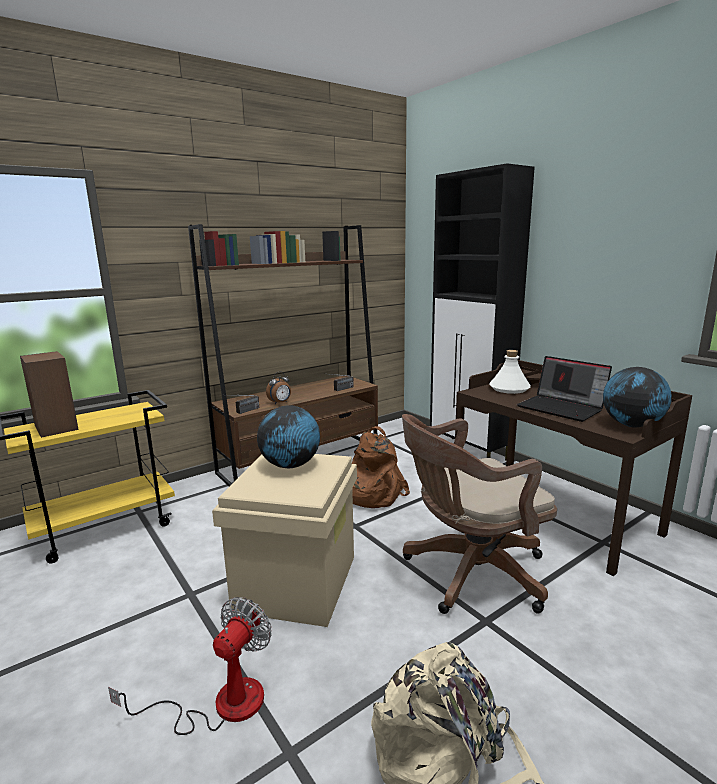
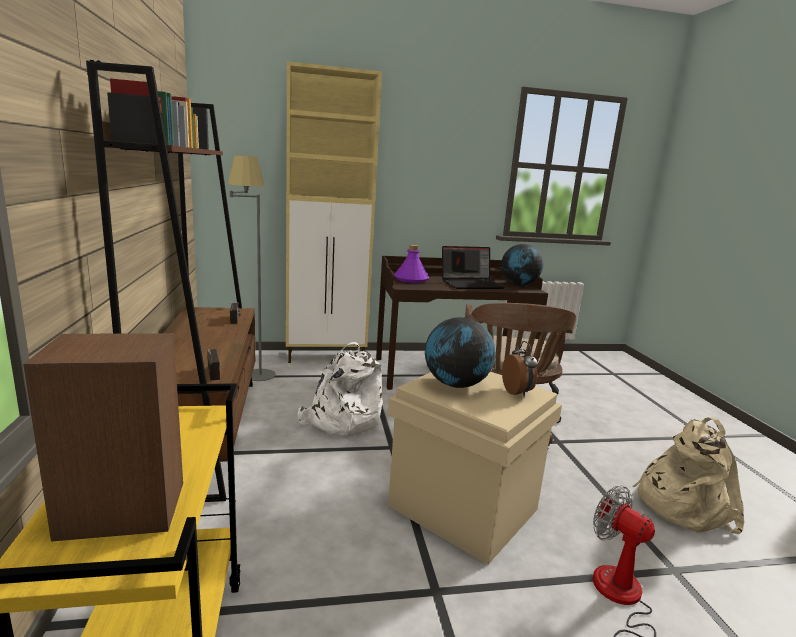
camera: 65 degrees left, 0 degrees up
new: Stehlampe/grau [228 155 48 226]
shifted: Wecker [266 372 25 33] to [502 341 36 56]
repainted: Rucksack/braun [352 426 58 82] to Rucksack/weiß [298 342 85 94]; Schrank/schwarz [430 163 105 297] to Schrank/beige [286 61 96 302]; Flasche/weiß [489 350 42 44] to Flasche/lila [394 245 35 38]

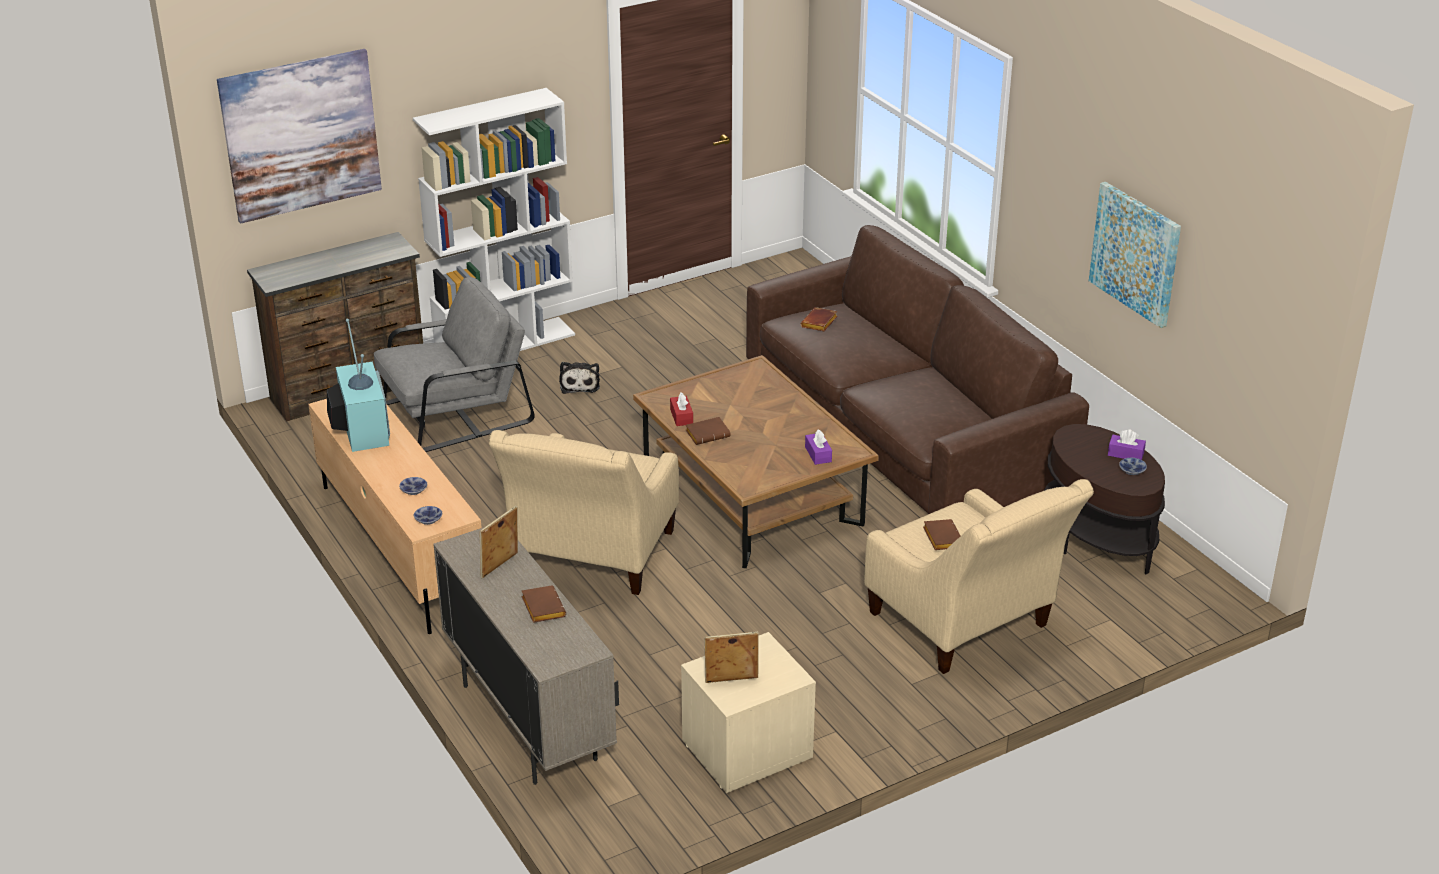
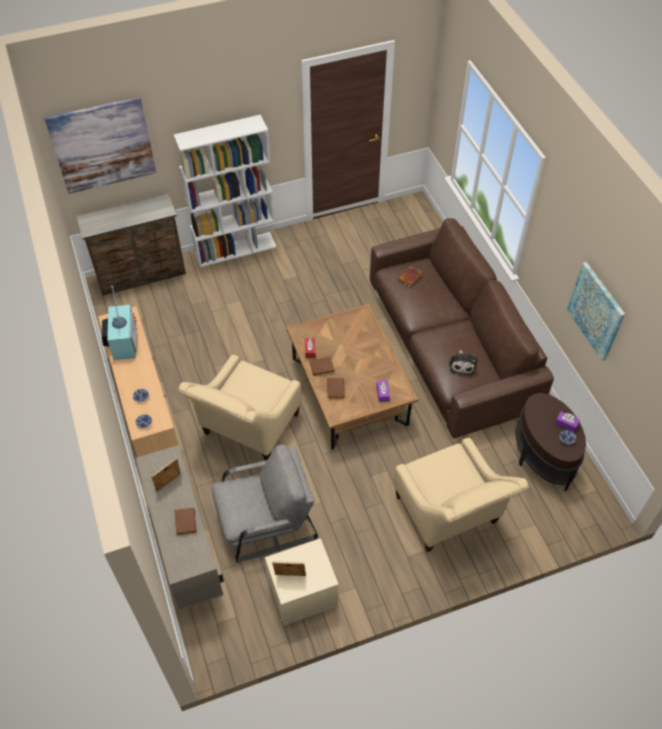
camera: 10 degrees right, 20 degrees up
shifted: Sessel/grau [374 277 161 175] to [212 445 106 118]; Plüschtier [559 362 41 32] to [449 350 28 25]; Buch/braun [923 519 37 31] to [327 378 18 20]

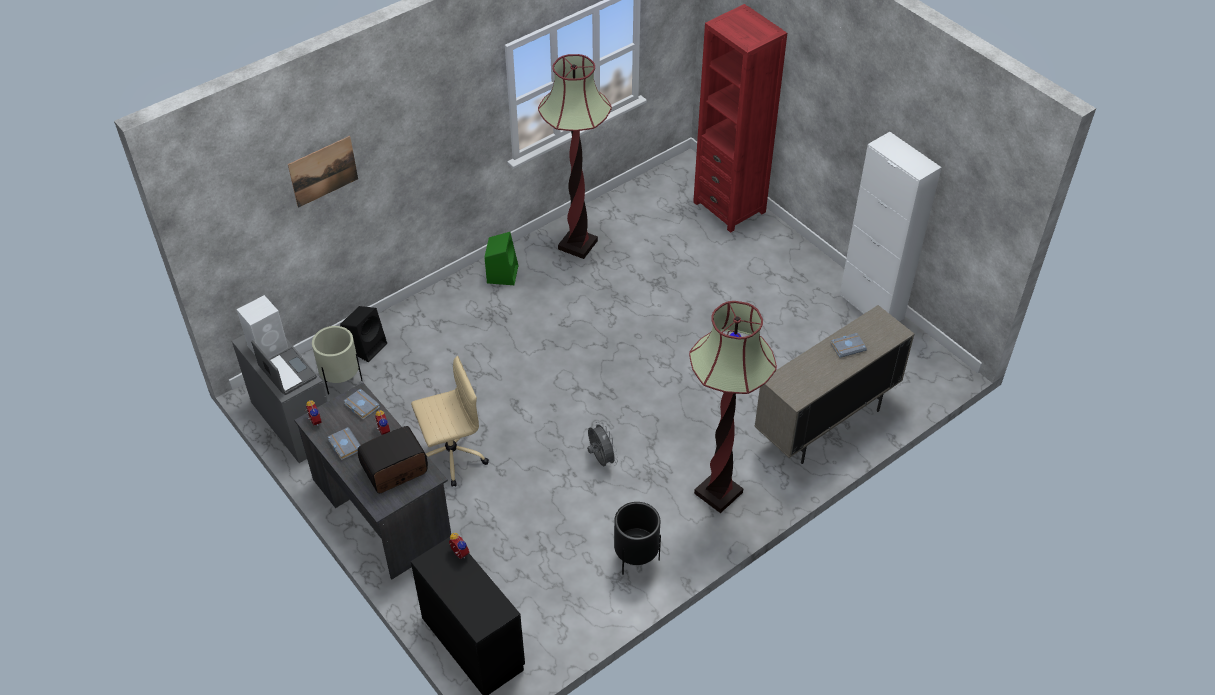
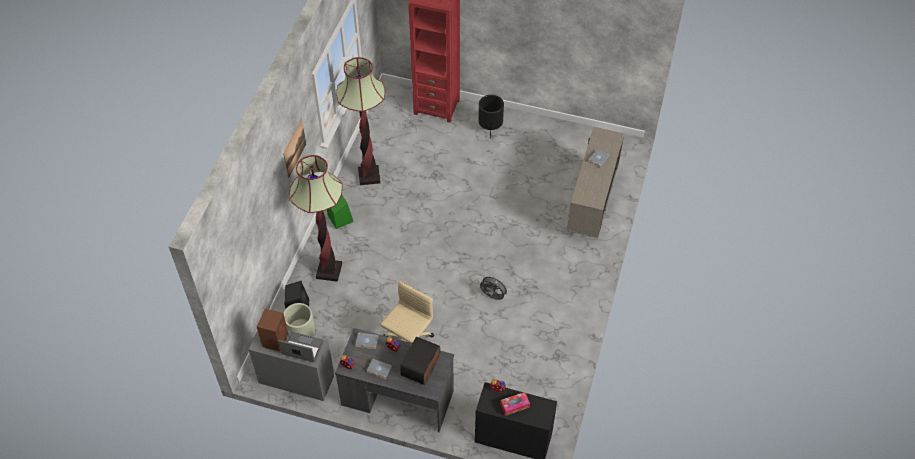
camera: 35 degrees left, 5 degrees up
gone: Schrank/weiß [840 132 102 190]
new: Taschentuchbox [500 392 30 24]
shifted: Bild [288 136 70 72] to [283 119 23 60]; Pflanzkübel/schwarz [614 502 47 72] to [478 95 26 44]; Stehlampe [689 301 88 212] to [289 155 53 127]
repainted: Lautsprecher/weiß [237 295 51 63] to Lautsprecher/braun [257 309 31 43]

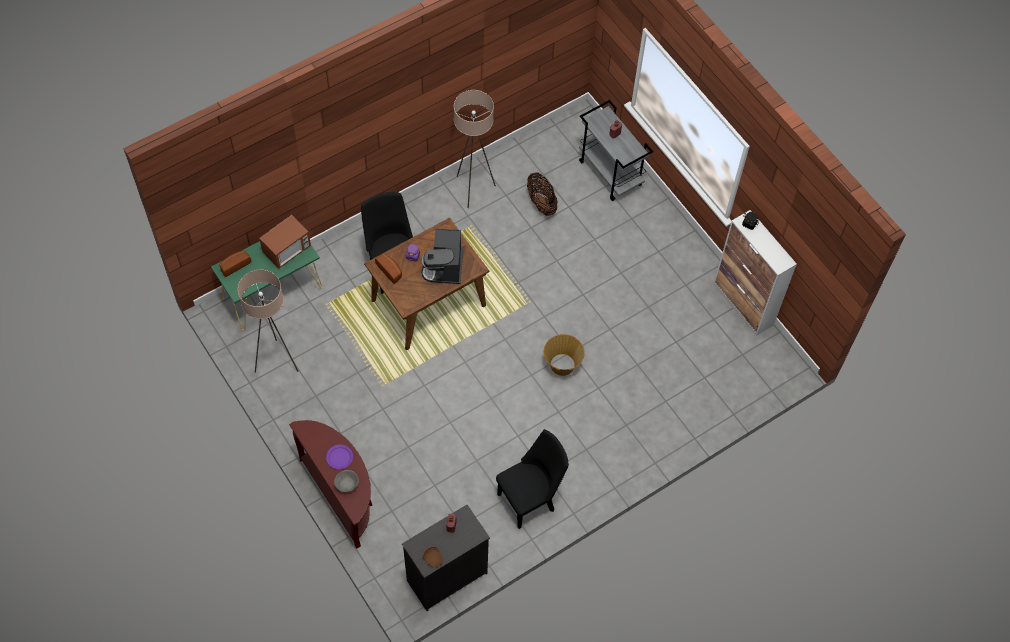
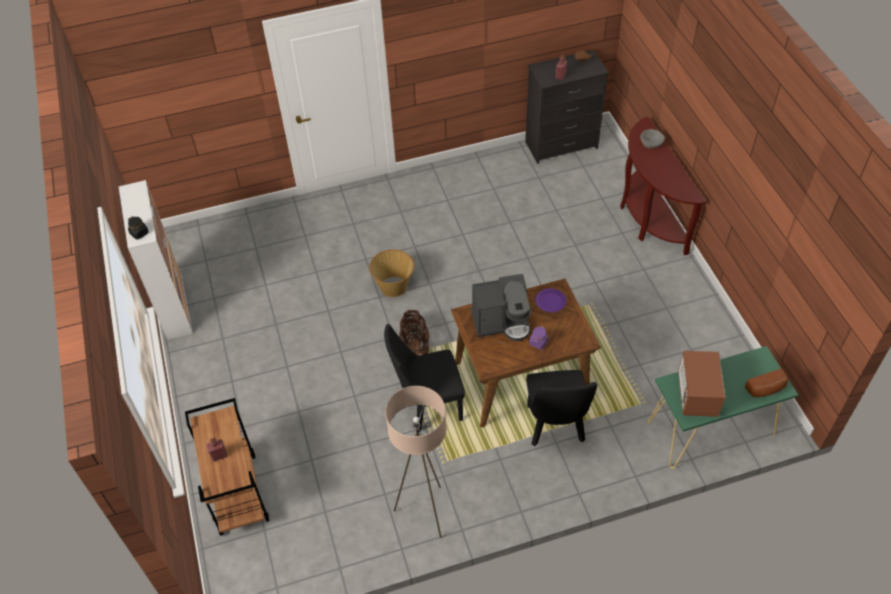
camera: 160 degrees left, 10 degrees down
gone: Stehlampe/beige [238 270 61 103]; Brot [375 254 27 30]
shifted: Teller/lila [326 445 27 24] to [536 288 30 24]; Stuhl/schwarz [496 429 73 100] to [384 324 81 109]; Korb [527 173 31 43] to [399 310 30 46]
repainted: Rollwagen/grau [579 100 74 101] to Rollwagen/braun [185 398 84 138]
rotated: Mikrowelle [259 215 52 53] = [678 351 47 66] 60 degrees counterclockwise; Kaffeemaschine [421 228 43 56] = [471 274 60 67] 60 degrees clockwise

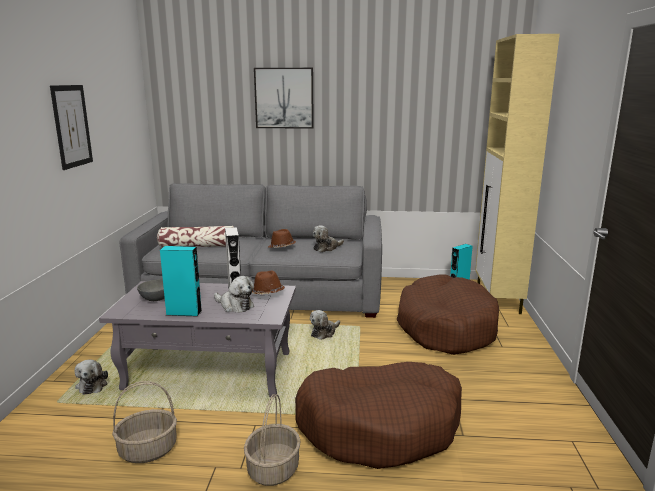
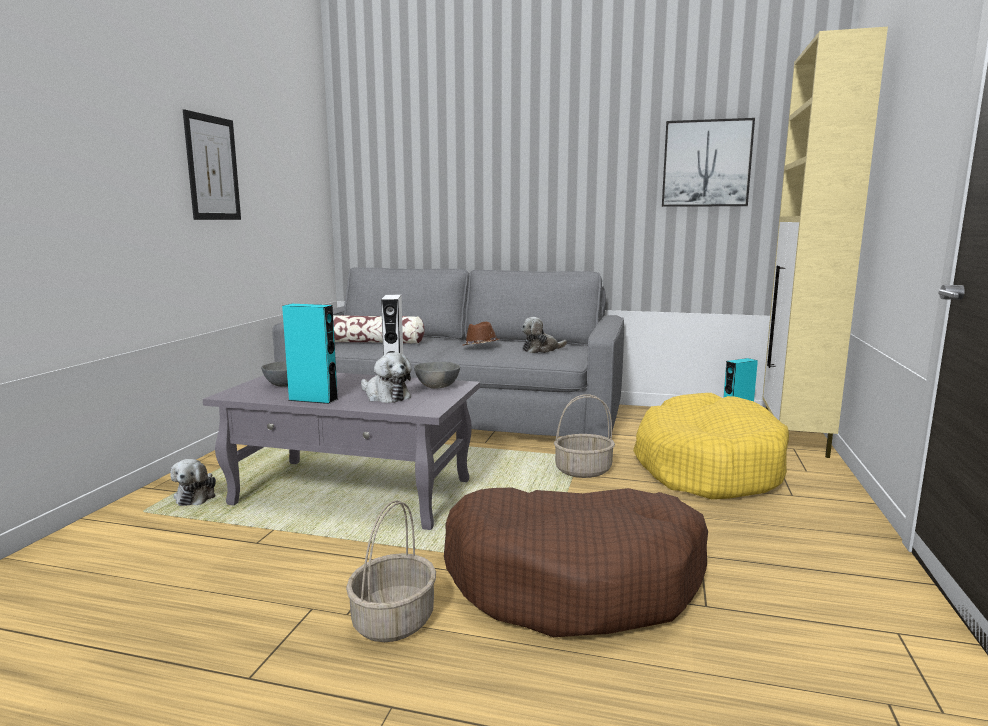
camera: 10 degrees right, 5 degrees down
gone: Plüschtier [310 310 30 30]
shifted: Korb [112 381 65 82] to [554 394 61 84]; Bild [254 68 60 61] to [662 118 93 89]
swapped: Hut/braun [252 270 33 25] to Schüssel/grau [414 362 46 27]
repainted: Hundebett/braun [397 274 102 81] to Hundebett/gelb [633 393 156 106]

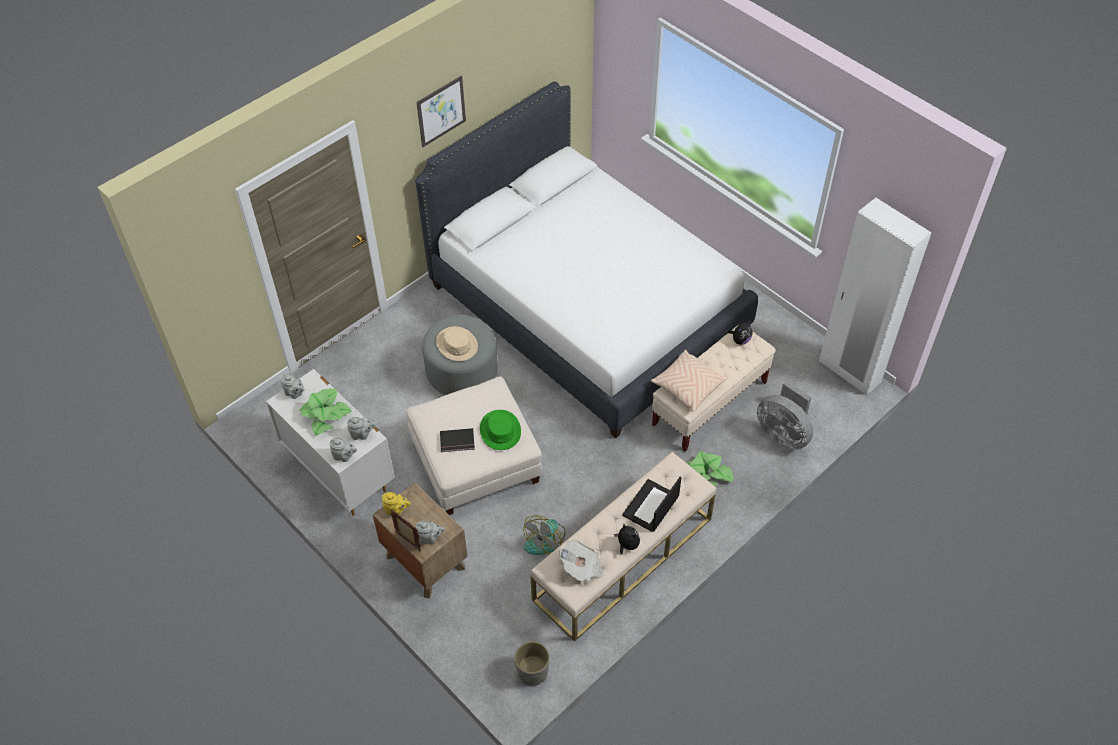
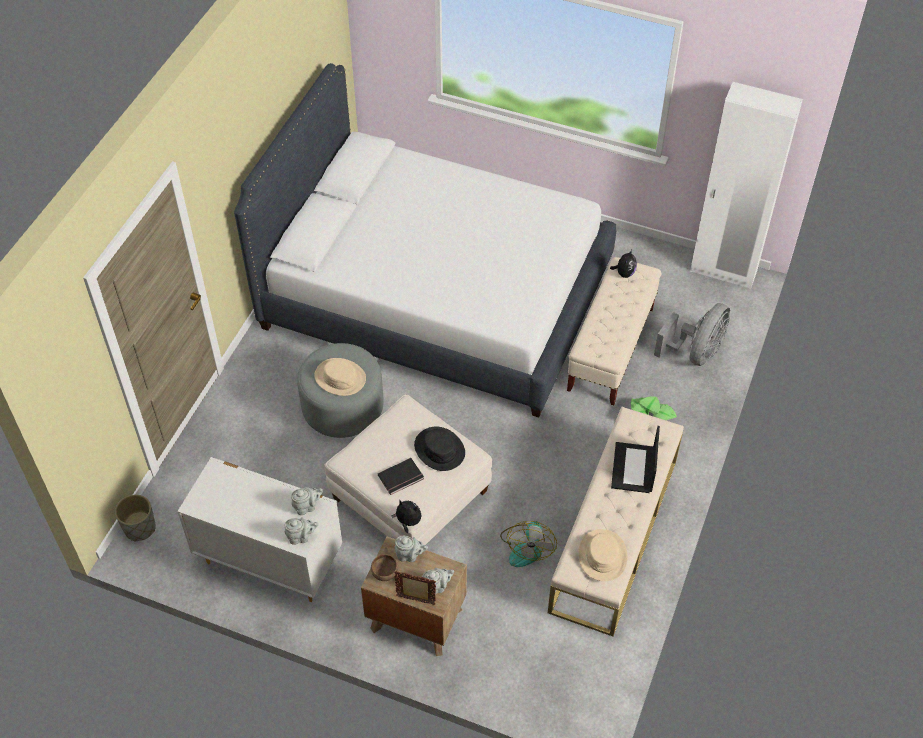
camera: 25 degrees left, 0 degrees up
gone: Topfpflanze [300 388 52 48]; Bild [416 76 50 71]; Kissen/beige [651 350 76 62]
shifted: Teekanne/grau [281 374 24 25] to [394 536 34 26]; Pflanzkübel/grau [515 641 34 45] to [115 495 41 47]; Plüschtier [614 524 26 31] to [392 499 30 34]
swapped: Teekanne/gelb [382 492 29 23] to Schüssel/braun [371 554 27 27]; Zeitung [559 540 45 41] to Hut/beige [578 529 49 52]
repainted: Hut/grün [480 410 41 40] to Hut/schwarz [414 427 51 44]
rotated: Ventilator/grau [757 381 56 68] = [654 303 76 63] 75 degrees counterclockwise

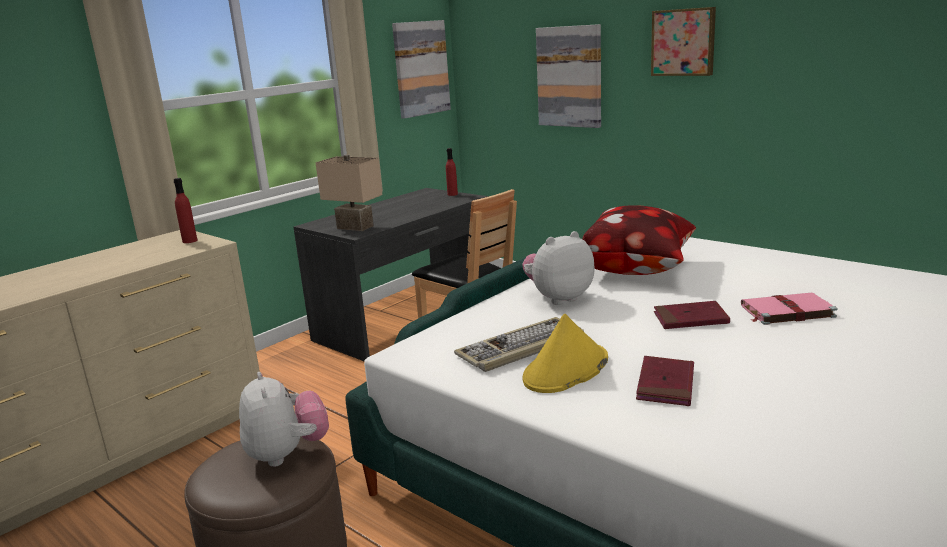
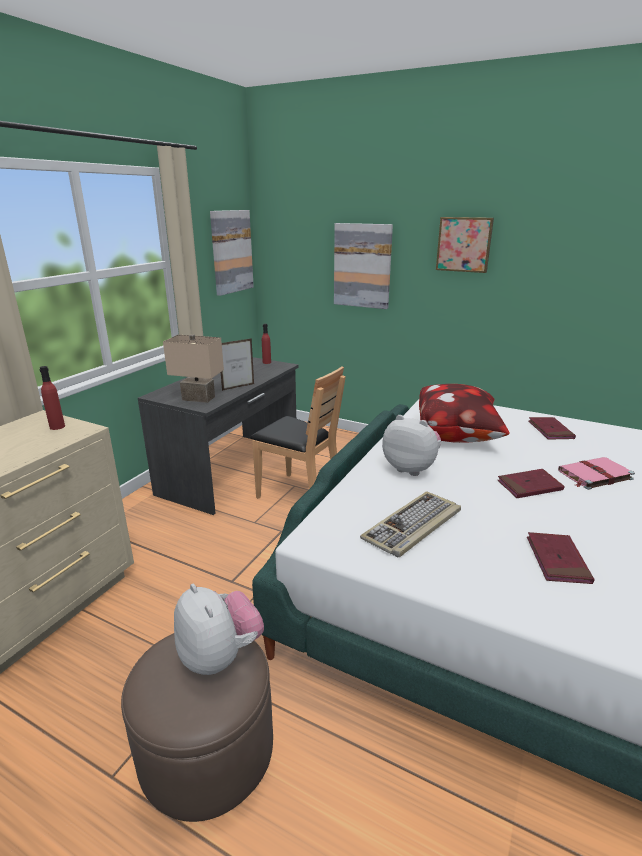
camera: 15 degrees left, 5 degrees up
gone: Hut/gelb [522 314 86 79]
new: Bilderrahmen [221 338 33 53]; Buch/rot [528 417 48 23]
rotated: Plüschtier [522 231 73 74] = [382 415 59 61] 75 degrees clockwise

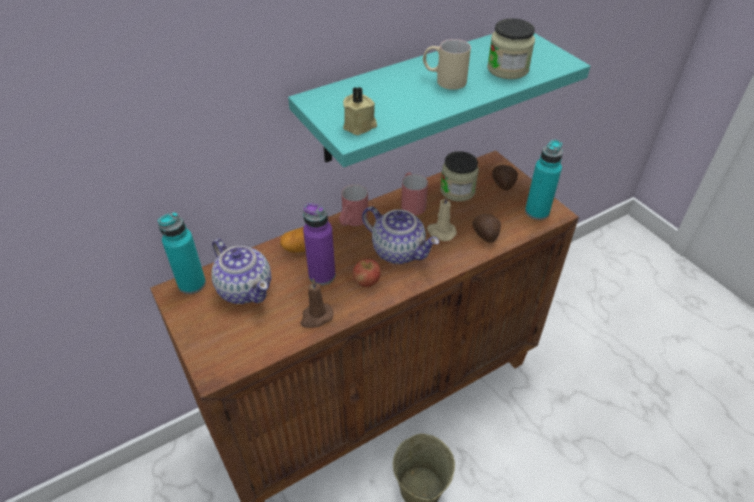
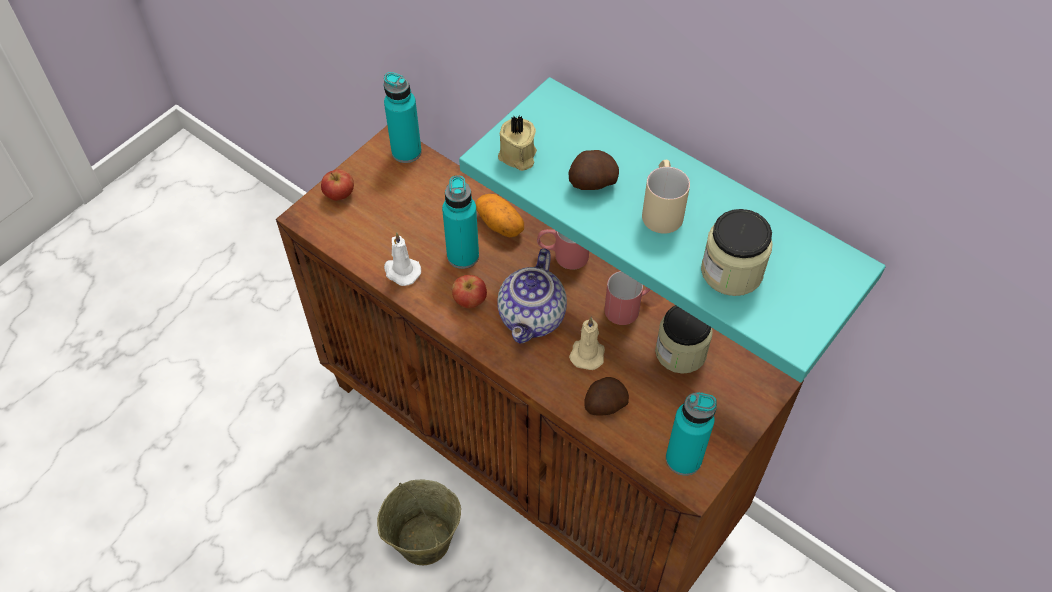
camera: 70 degrees right, 10 degrees up
gone: Teekanne [212 239 59 65]
new: Apfel [321 169 33 32]
shifted: Kartoffel [492 165 26 25] to [568 150 51 40]
repainted: Kerze/braun [301 278 33 50] to Kerze/weiß [384 232 37 54]; Flasche/lila [303 203 33 82] to Flasche/türkis [442 175 37 94]

